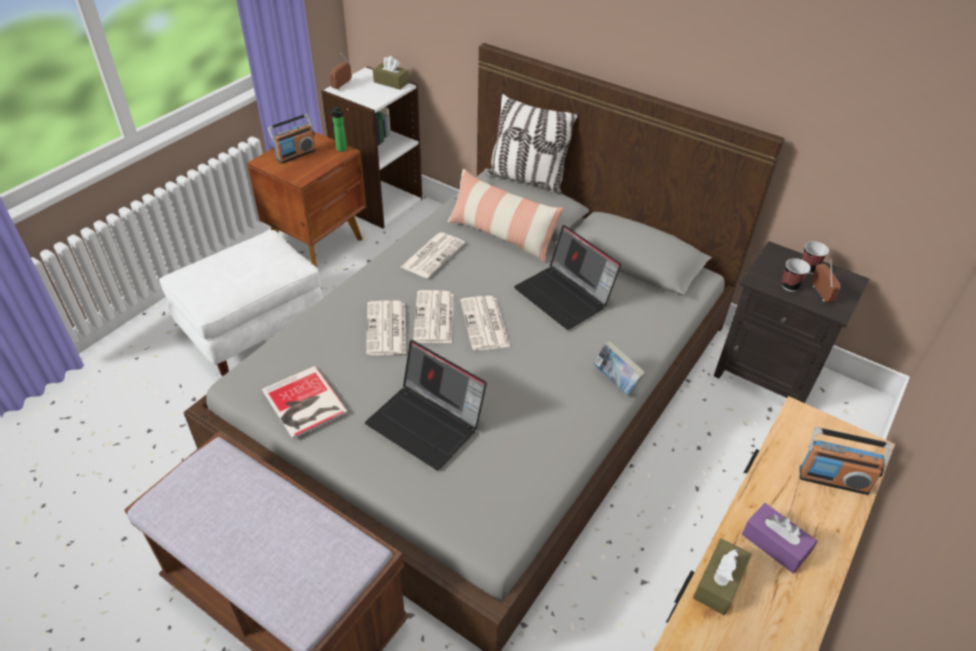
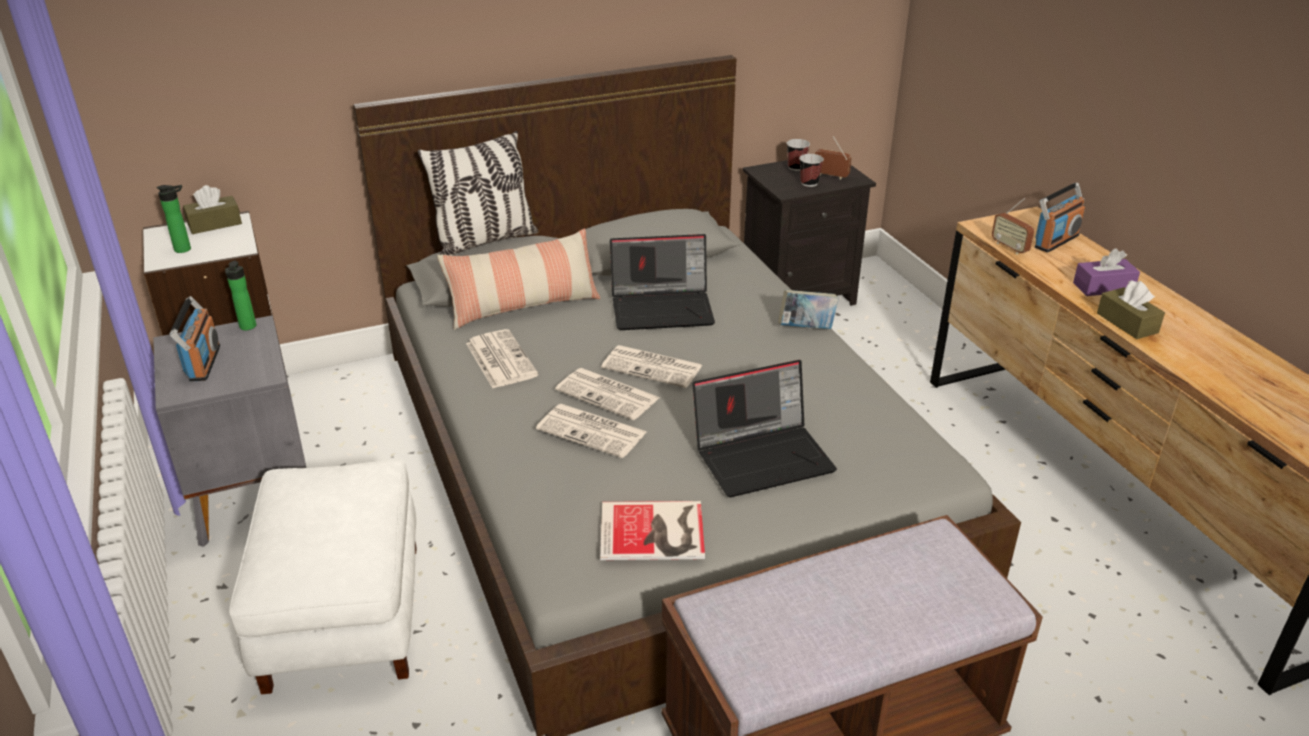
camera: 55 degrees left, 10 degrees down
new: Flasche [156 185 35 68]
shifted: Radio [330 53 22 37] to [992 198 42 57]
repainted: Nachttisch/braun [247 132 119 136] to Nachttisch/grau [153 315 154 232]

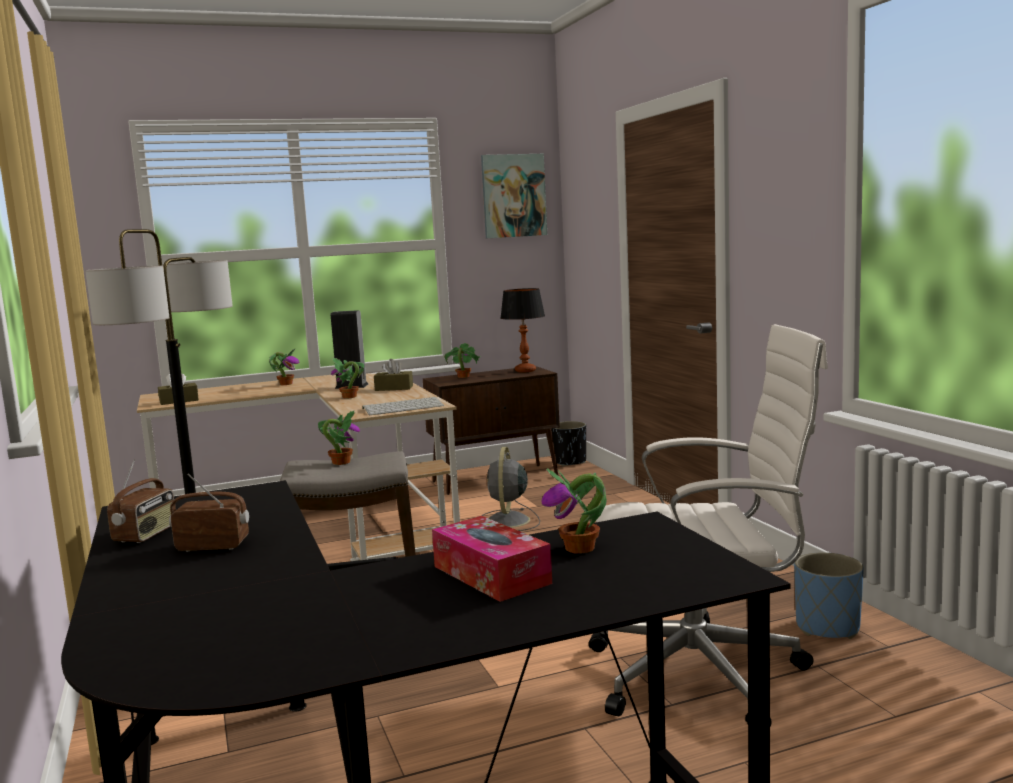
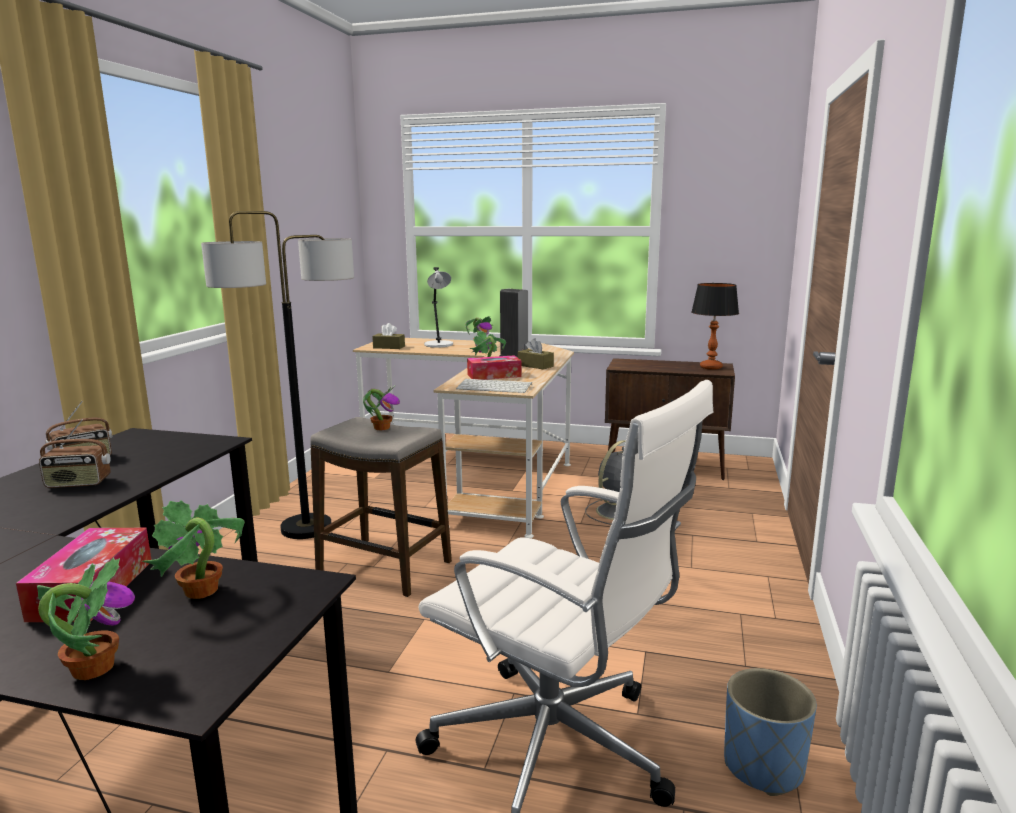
camera: 35 degrees right, 5 degrees up
gone: Bild [481 154 66 84]; Pflanzkübel/schwarz [551 421 35 45]
new: Tischlampe/grau [424 267 29 81]; Taschentuchbox [467 355 55 25]
shifted: Topfpflanze [444 343 37 35] to [37 557 98 123]
rotated: Radio [169 474 80 78] = [39 419 72 69] 135 degrees clockwise

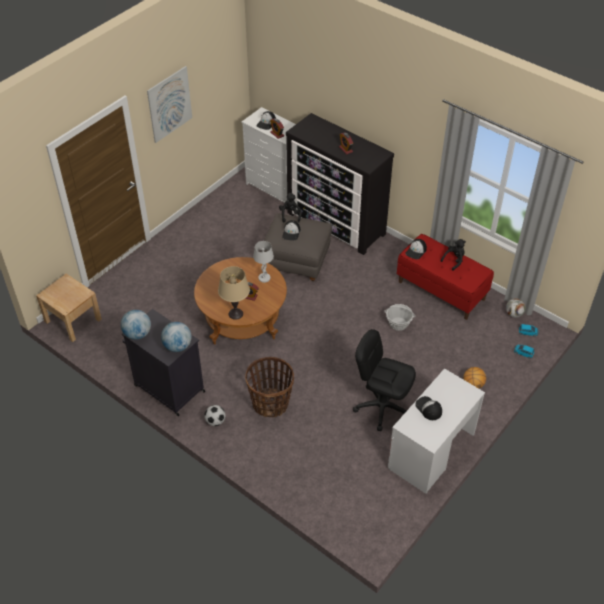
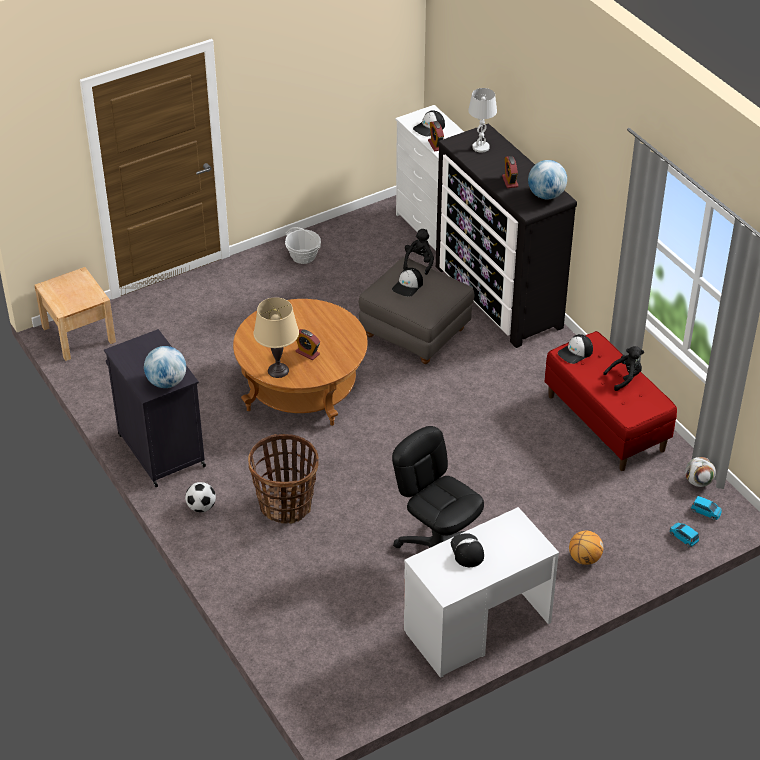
camera: 20 degrees right, 5 degrees down
gone: Bild [147 66 45 77]
shifted: Globus [121 310 30 30] to [528 160 39 39]; Tischlampe/weiß [253 241 21 42] to [468 88 29 65]; Korb [384 304 32 27] to [285 227 36 37]

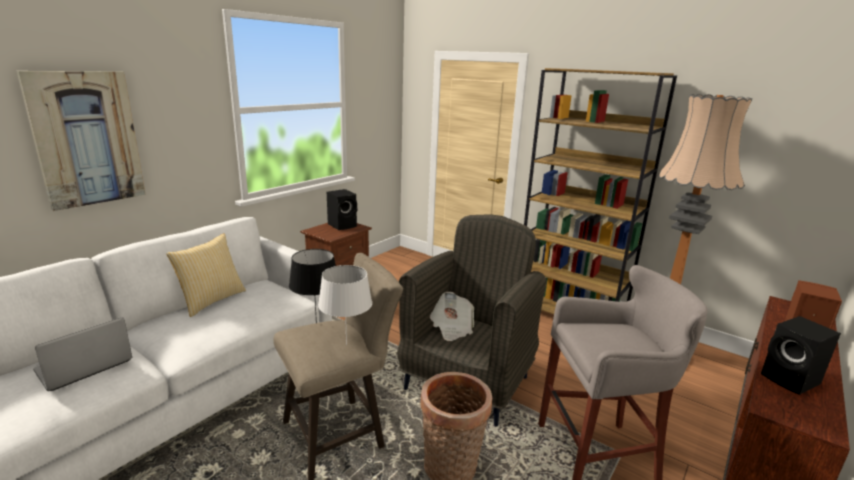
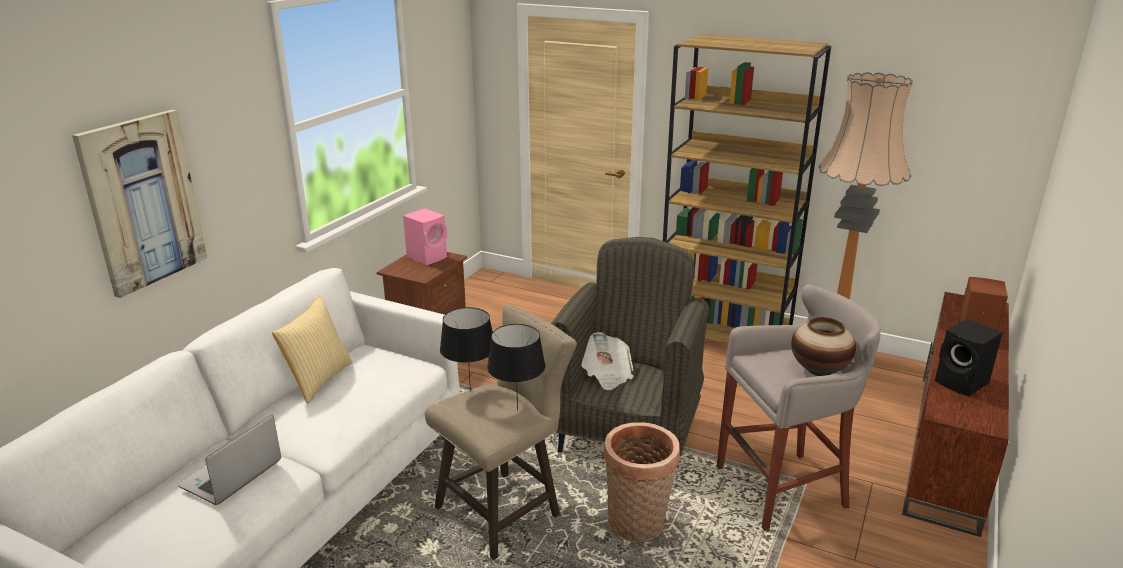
camera: 10 degrees left, 5 degrees up
new: Vase [791 317 65 59]
repainted: Tischlampe/weiß [318 265 54 80] to Tischlampe/schwarz [487 324 59 87]; Lautsprecher/schwarz [327 189 30 41] to Lautsprecher/rosa [403 208 44 57]

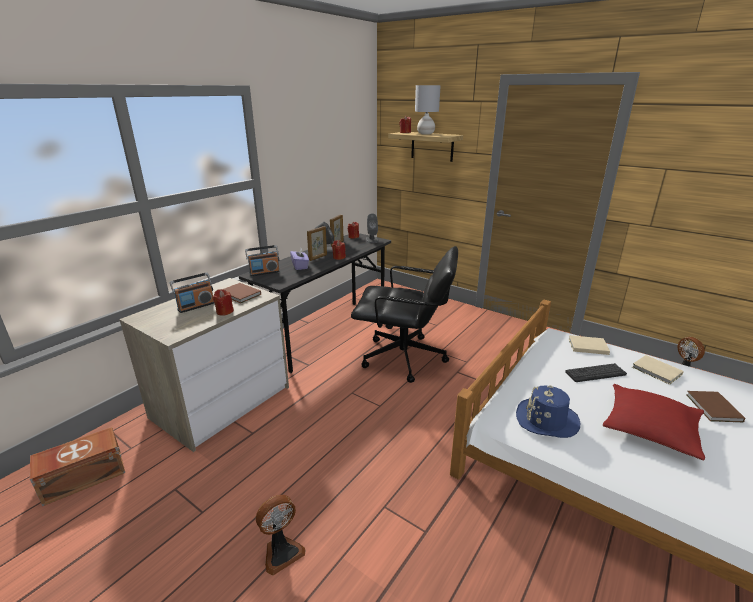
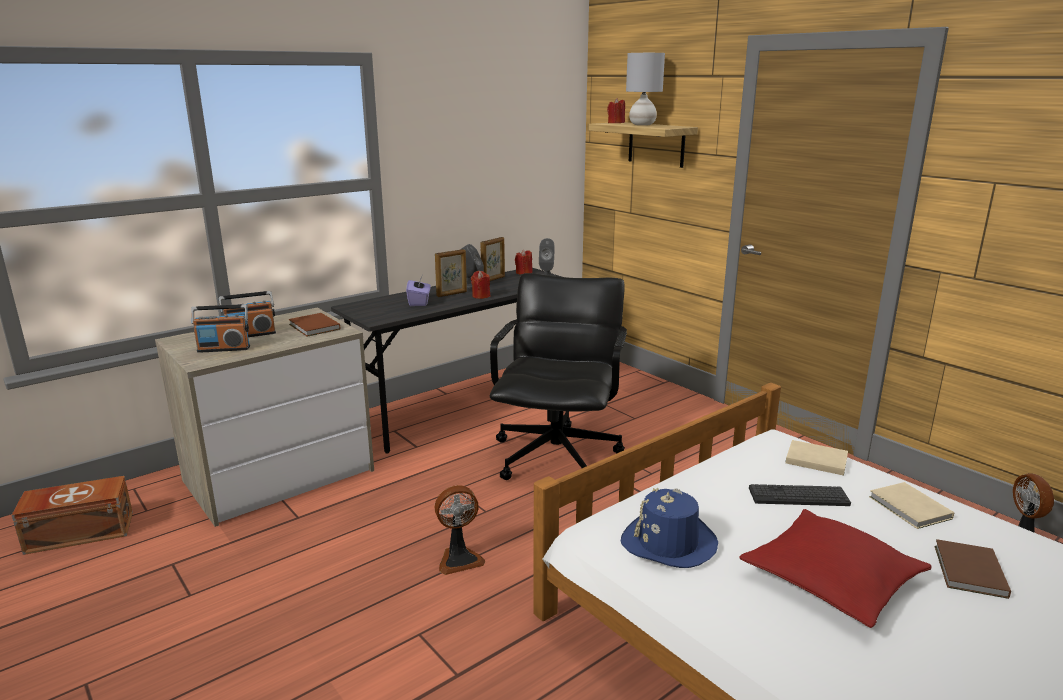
camera: 15 degrees right, 5 degrees down
gone: Kerze/rot [213 289 21 27]
shifted: Radio [245 245 35 31] to [191 304 59 49]; Ventilator [256 495 49 80] to [435 485 50 90]
rotated: Bürostuhl/schwarz [351 246 107 137] = [490 273 137 207] 105 degrees counterclockwise

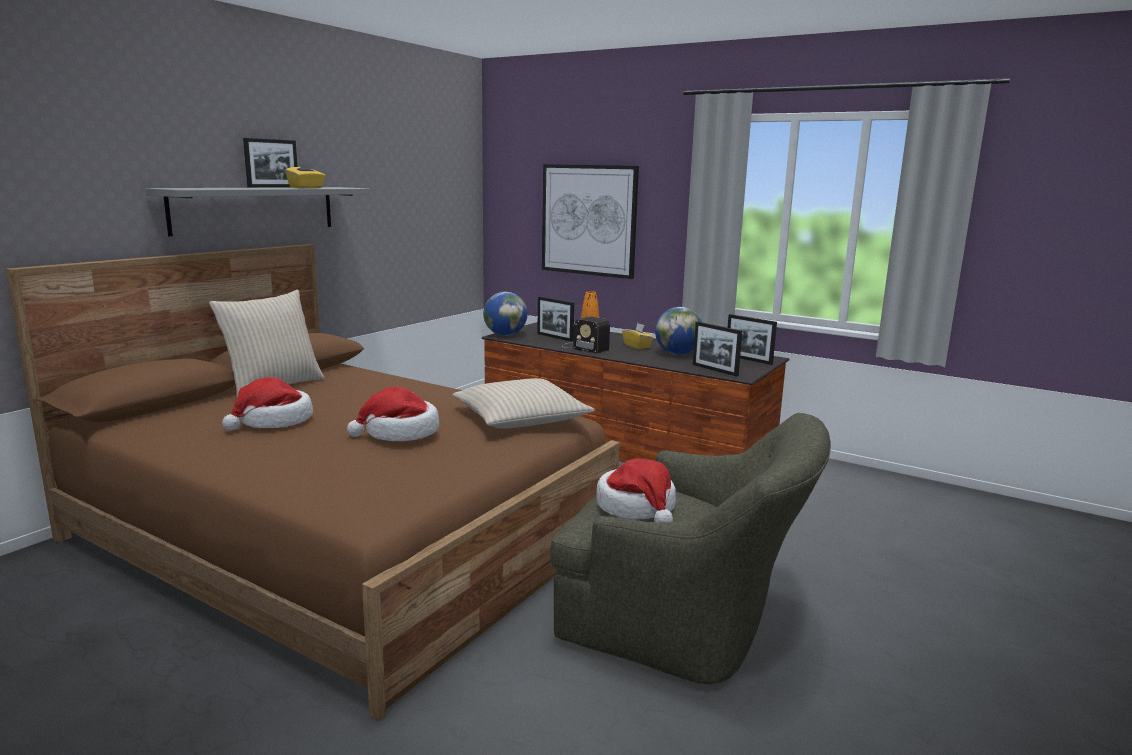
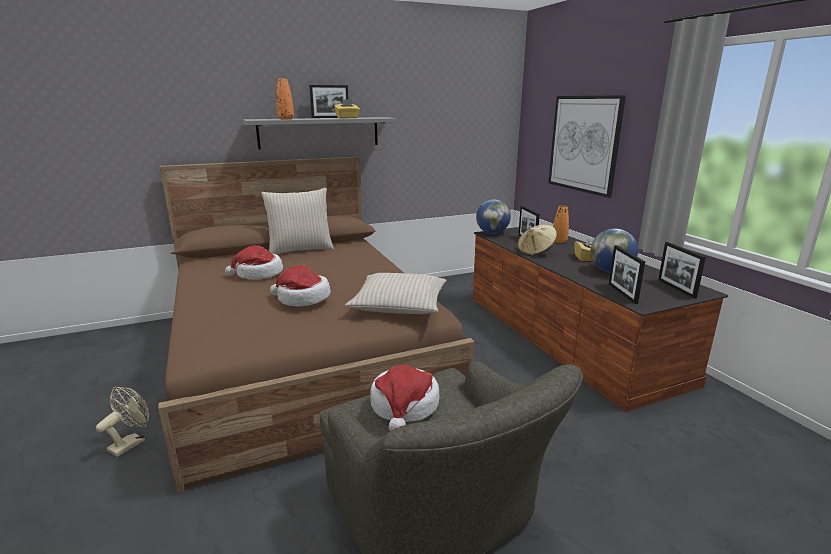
camera: 35 degrees right, 5 degrees up
new: Ventilator/beige [96 387 53 70]; Vase/orange [276 79 18 40]
swapped: Radio [561 317 49 37] to Hut/beige [518 225 39 31]

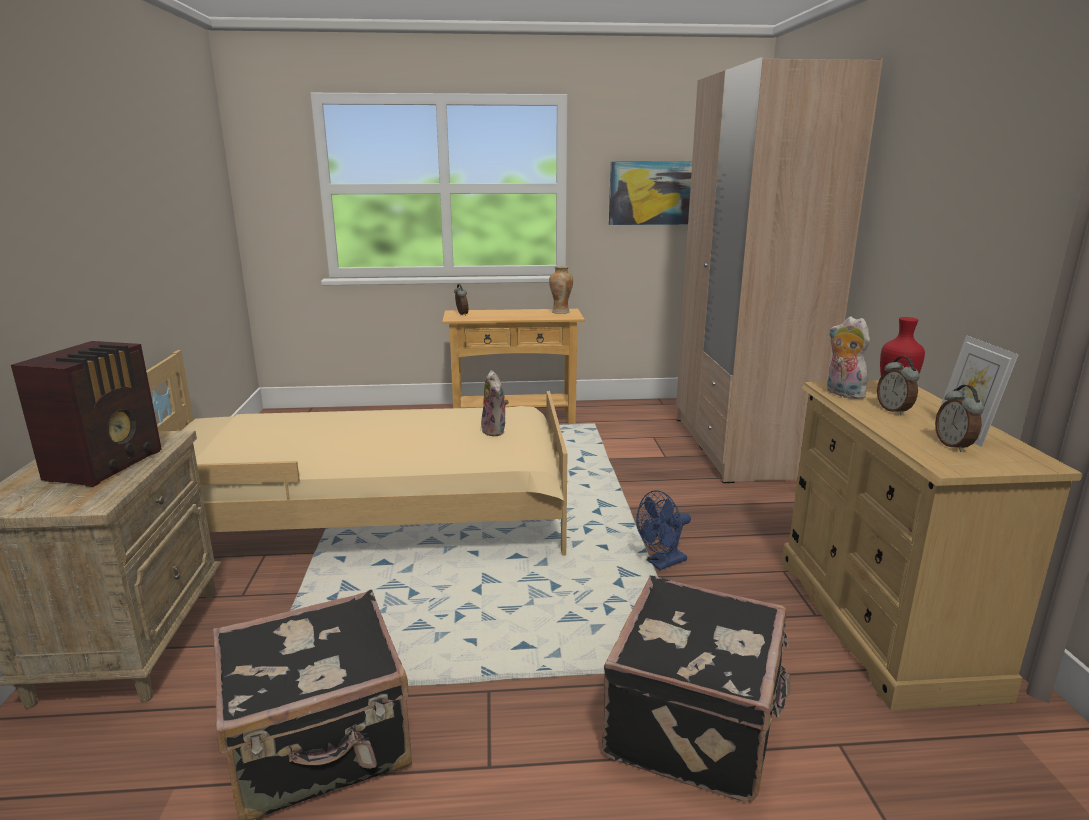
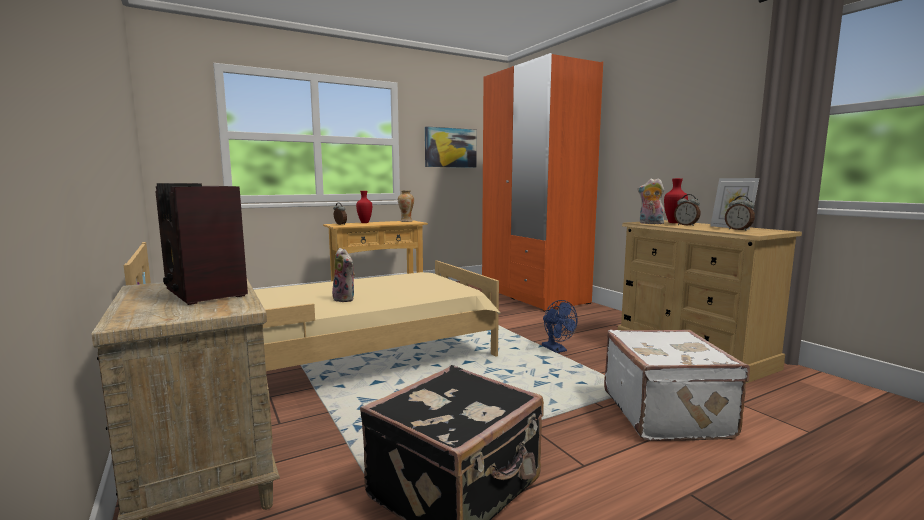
camera: 25 degrees left, 10 degrees down
new: Vase/rot [356 191 16 32]
shifted: Plüschtier [481 370 28 66] to [332 248 23 54]
repainted: Koffer/schwarz [602 576 189 226] to Koffer/weiß [604 330 146 111]; Kleiderschrank/beige [676 57 207 426] to Kleiderschrank/orange [482 53 121 259]
rotated: Radio [11 341 151 146] = [155 183 93 122] 150 degrees clockwise; Ventilator/blau [636 490 55 80] = [542 300 35 53] 60 degrees counterclockwise

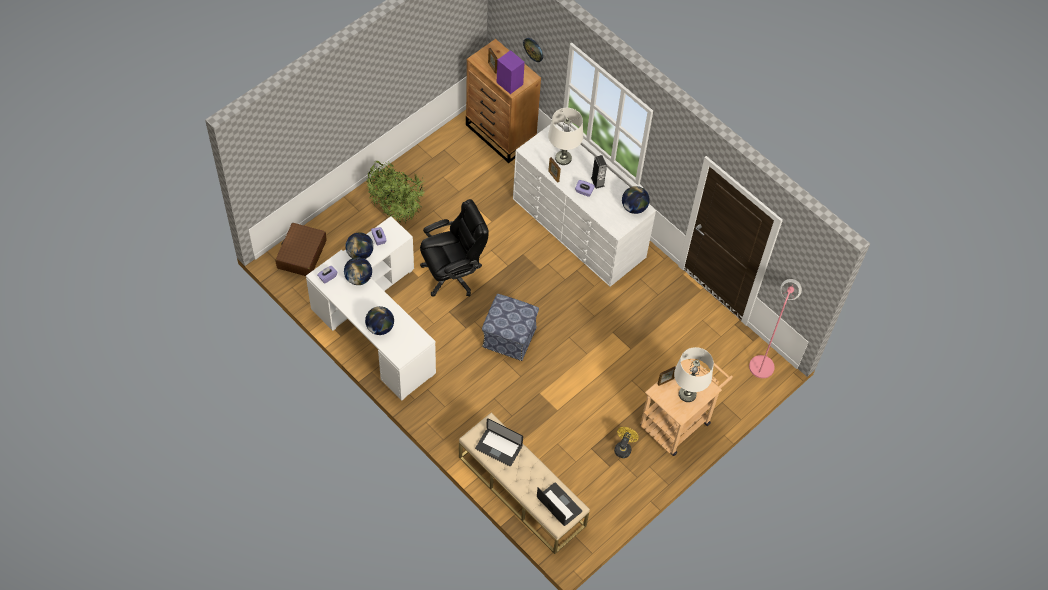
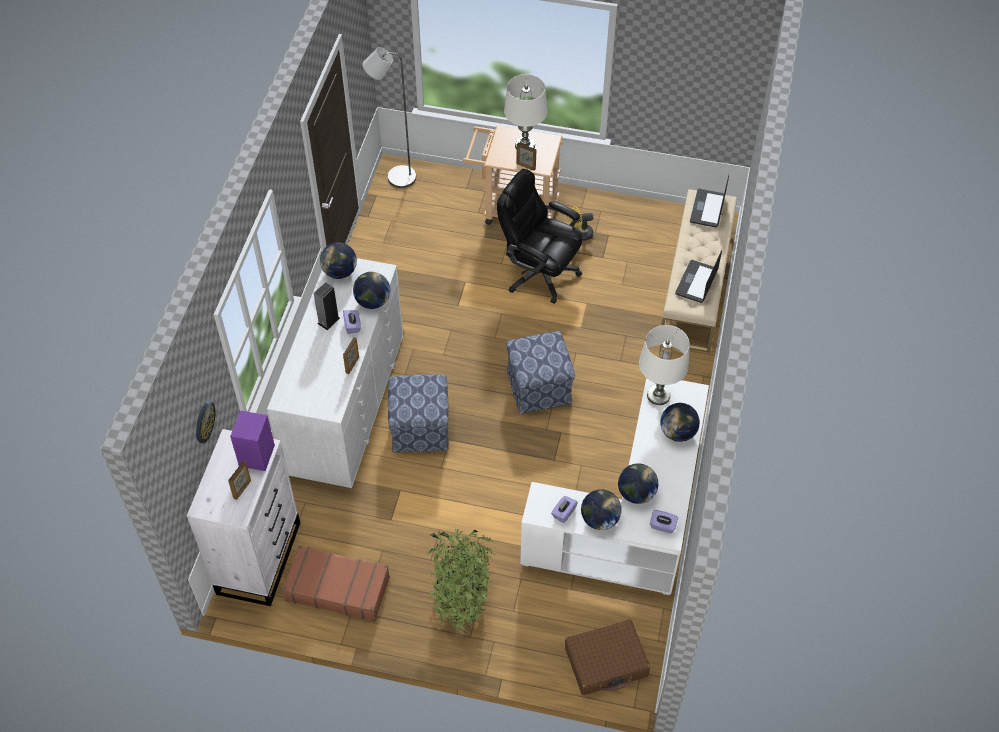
camera: 120 degrees left, 5 degrees down
new: Koffer/braun [282 546 108 75]; Globus [353 272 37 37]; Polsterhocker [388 374 61 79]
shifted: Bürostuhl/schwarz [420 199 69 98] to [497 169 85 135]; Tischlampe/weiß [548 108 35 57] to [639 325 51 80]
repainted: Kommode/braun [466 39 75 124] to Kommode/weiß [187 429 113 178]; Stehlampe/rosa [749 279 53 99] to Stehlampe/grau [362 47 54 141]
rotated: Laptop [475 418 48 48] = [675 250 47 53] 150 degrees counterclockwise

